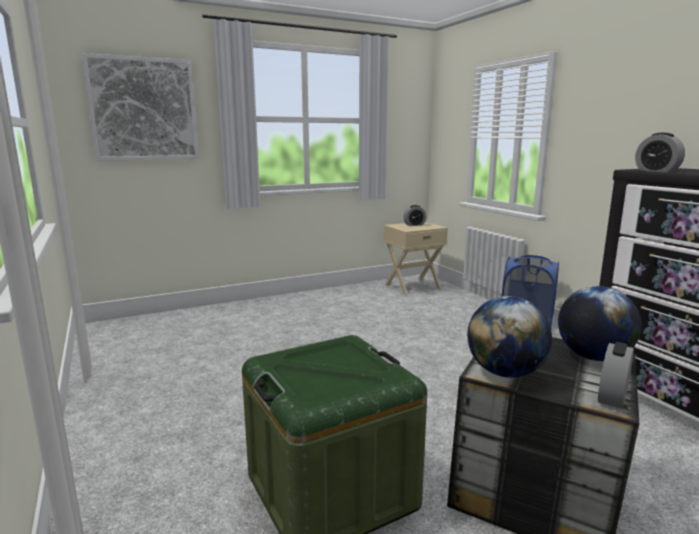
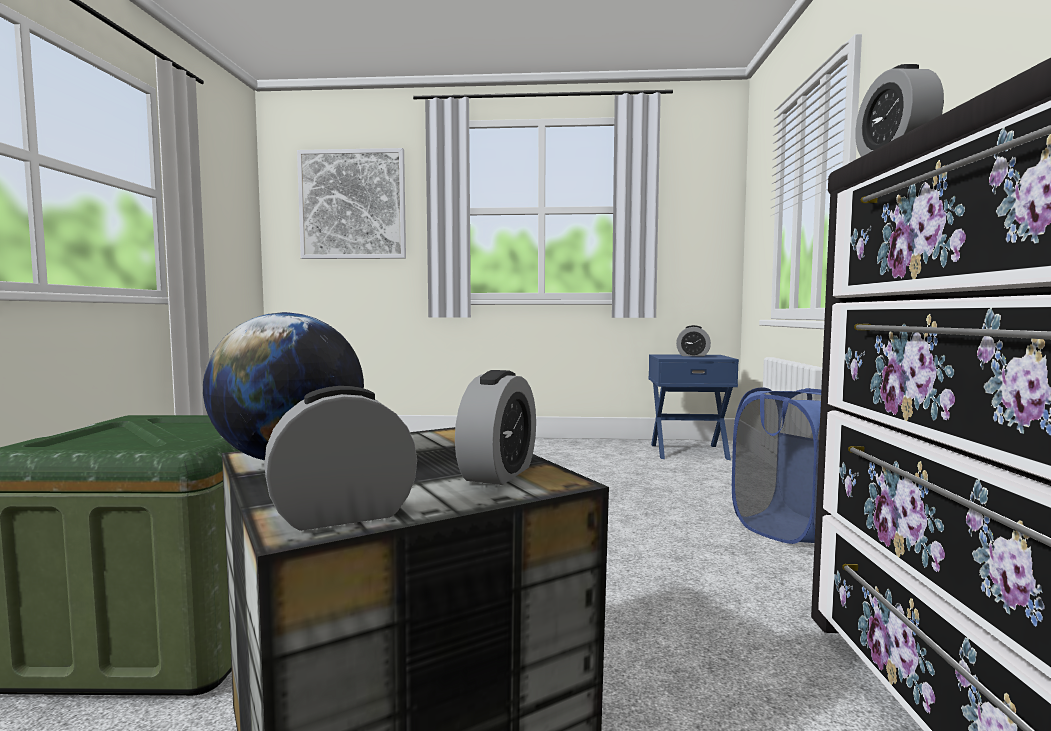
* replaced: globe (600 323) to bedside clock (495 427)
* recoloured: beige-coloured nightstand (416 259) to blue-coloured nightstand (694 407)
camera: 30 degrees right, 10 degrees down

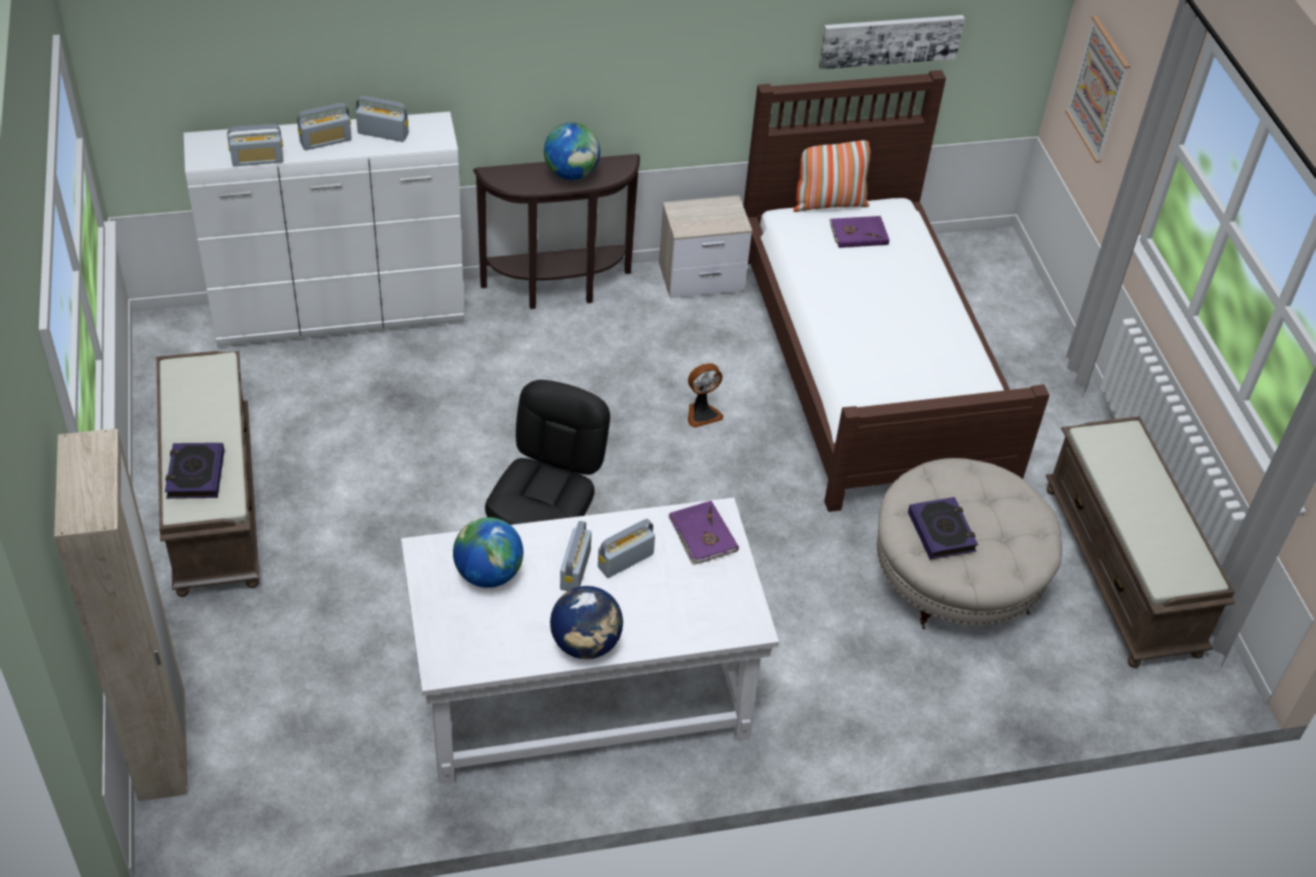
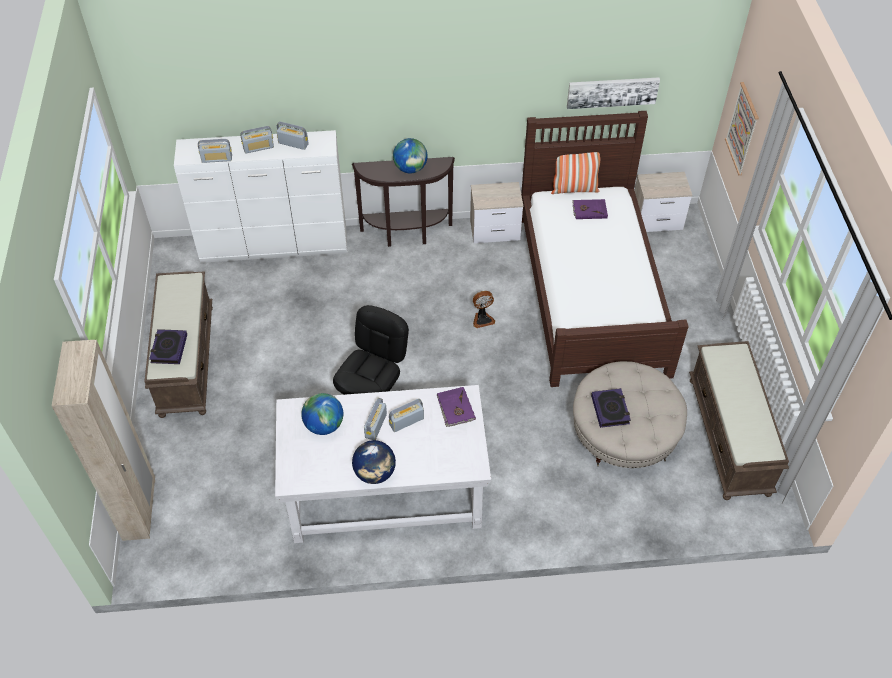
* added: nightstand (663 202)
camera: 10 degrees right, 5 degrees up

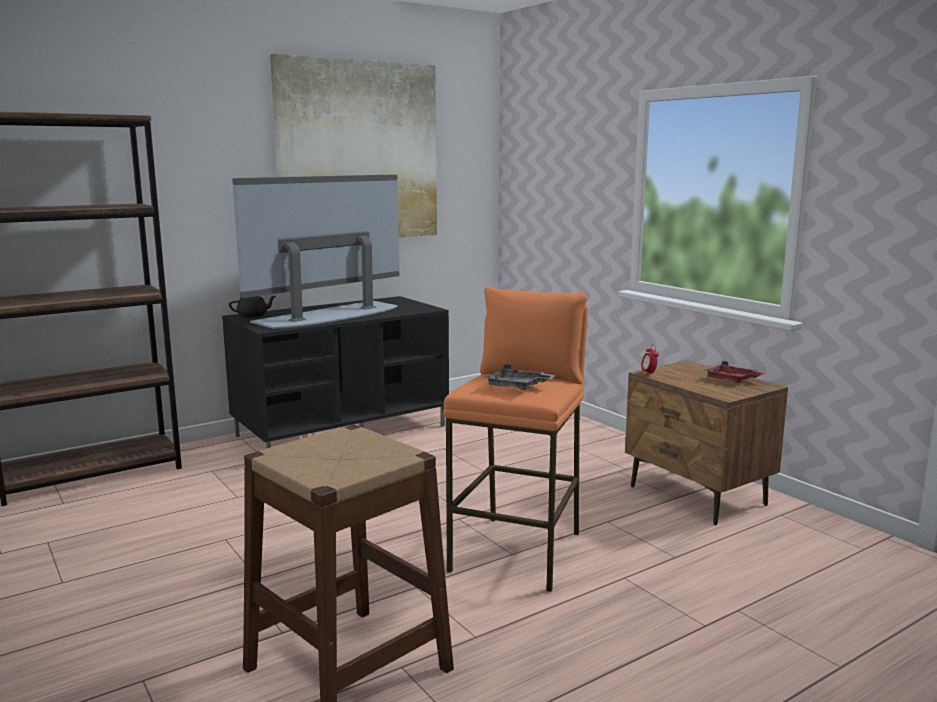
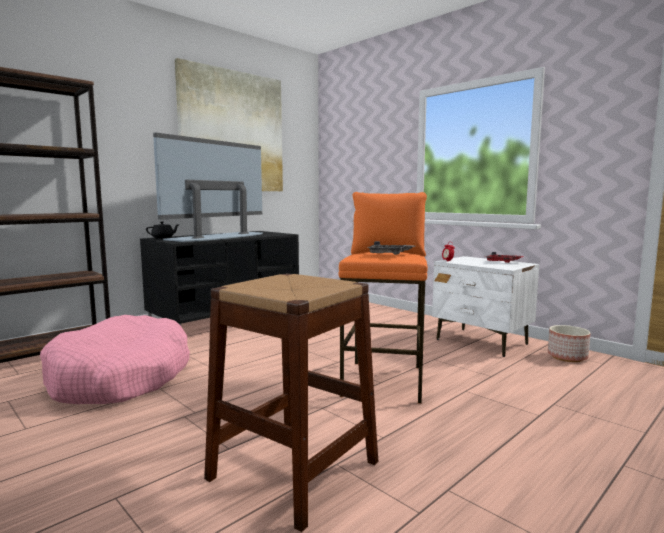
* added: pink pet bed (115 359)
* added: flower pot (569 343)
* recoloured: brown-coloured nightstand (706 443) to white-coloured nightstand (485 306)
camera: 10 degrees left, 5 degrees down

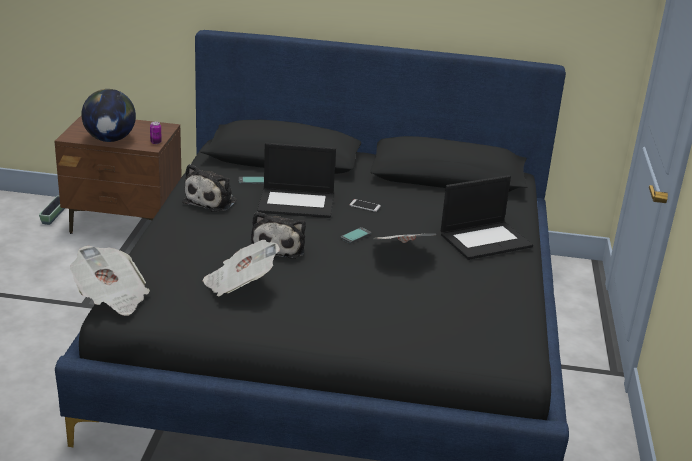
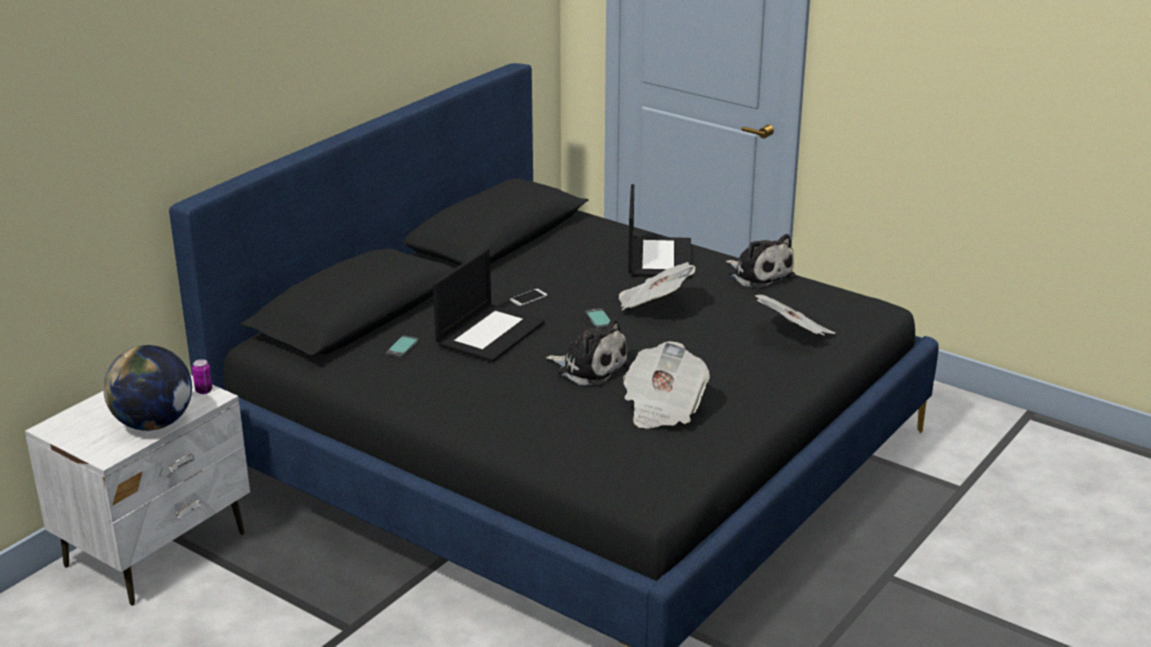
* removed: flower pot (52 210)
* moved: daily paper (110 280) to (795 315)
* moved: cuddly toy (209 188) to (760 261)
* recoloured: brown-coloured nightstand (118 175) to white-coloured nightstand (137 490)
camera: 60 degrees left, 0 degrees up

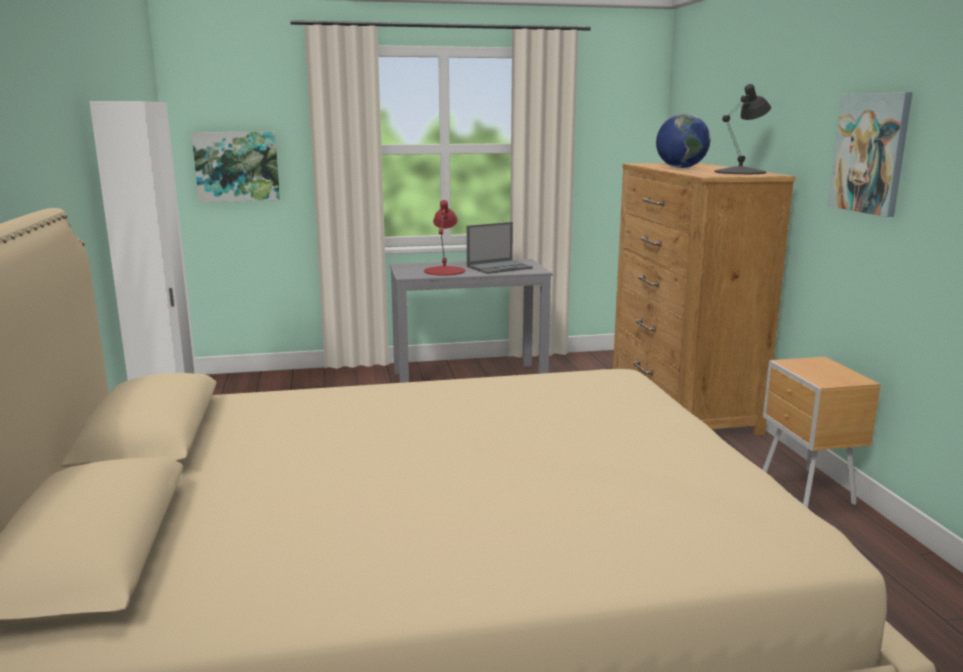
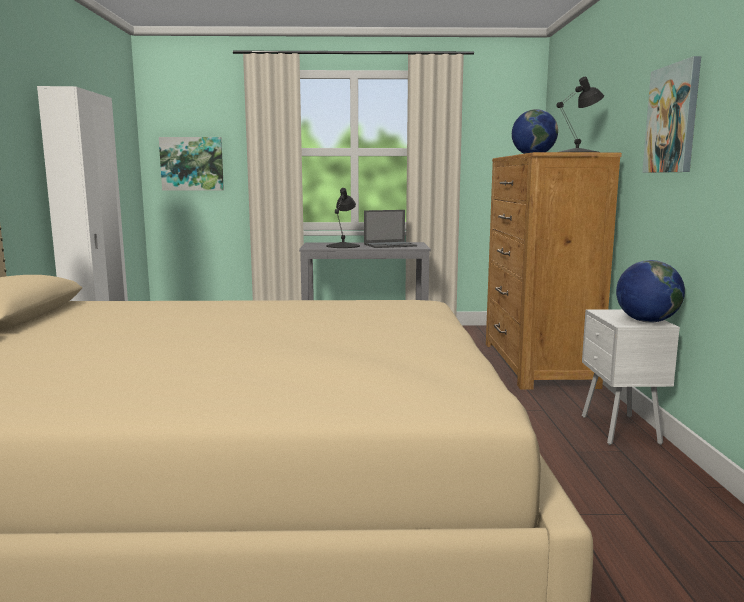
* added: globe (650 291)
* recoloured: red-coloured lamp for a table (444 238) to black lamp for a table (343 218)
* recoloured: brown-coloured nightstand (822 432) to white-coloured nightstand (631 377)
camera: 10 degrees right, 5 degrees down

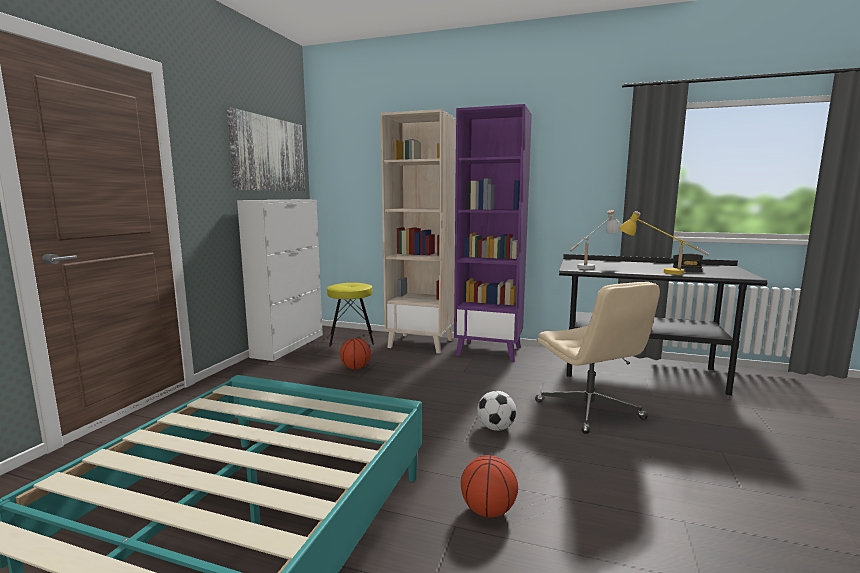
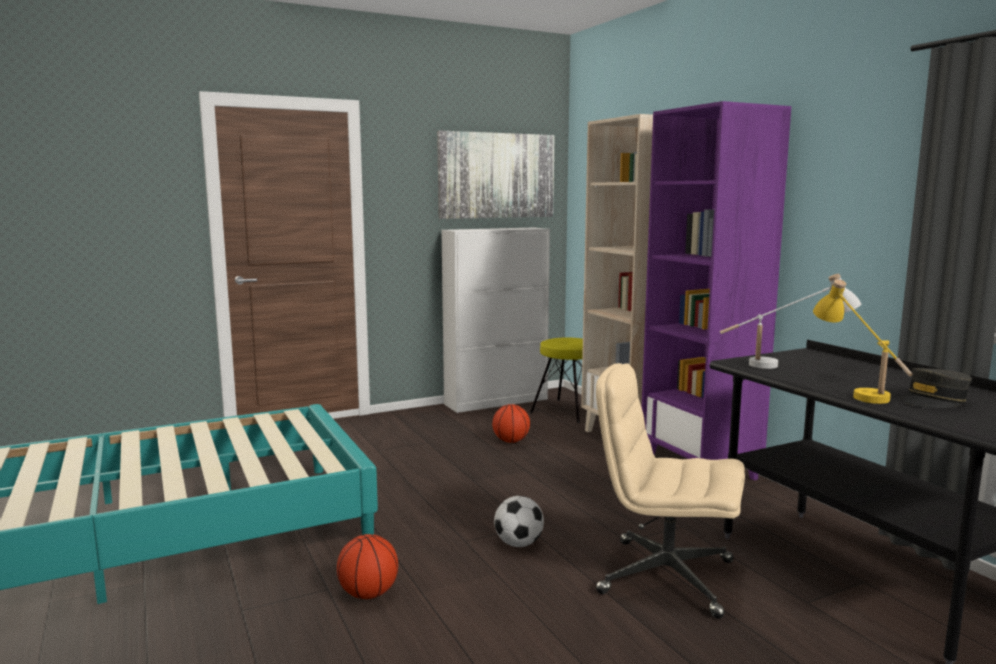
* turned: beige-coloured computer chair (597 358) = (670 491) 90 degrees clockwise
camera: 45 degrees right, 0 degrees up

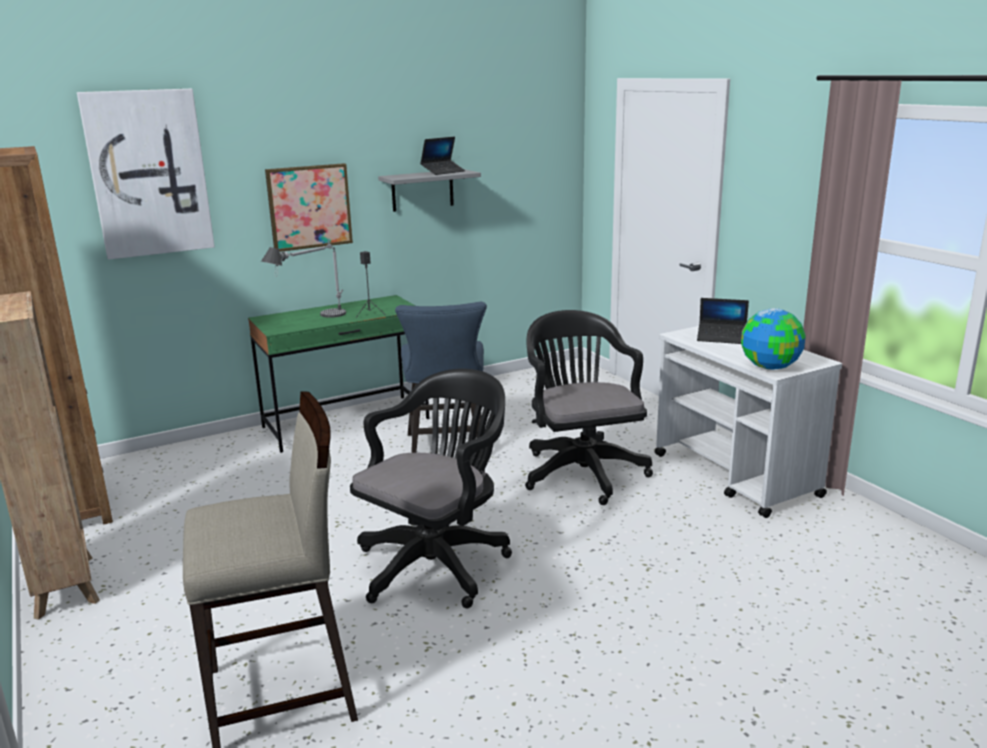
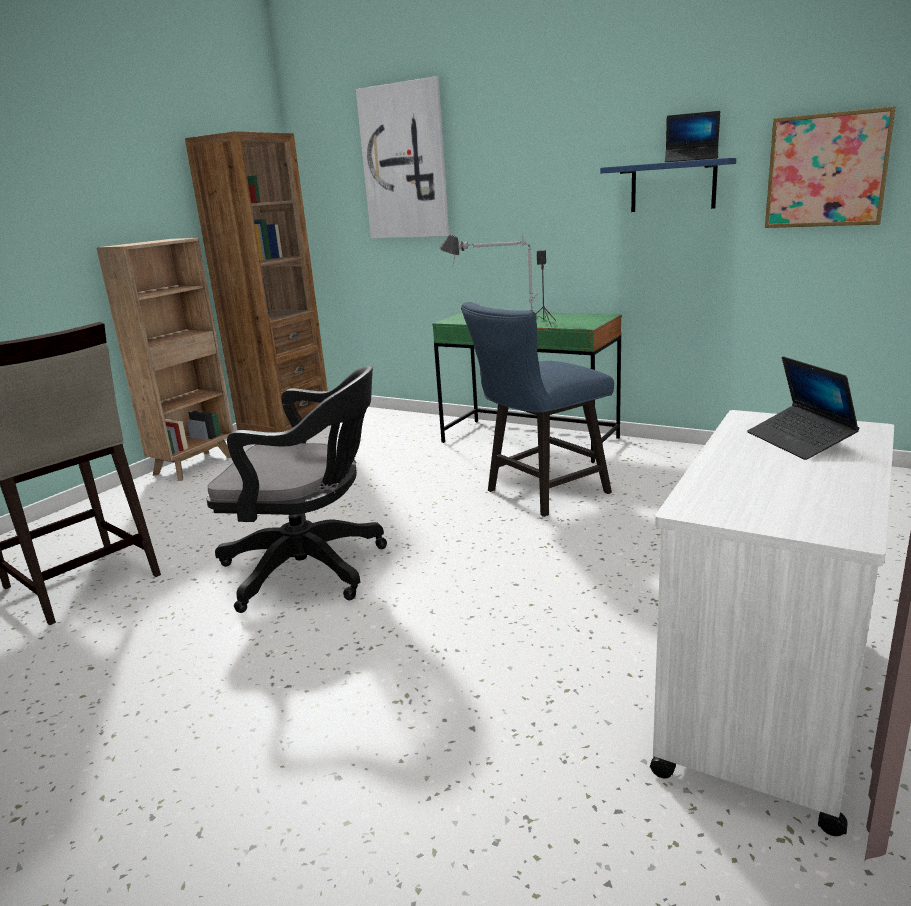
* removed: black computer chair (589 407)
* removed: globe (773 339)
* moved: picture (309 207) to (830 167)
* recoloured: grey bracket shelf (429 190) to blue-coloured bracket shelf (668 185)
camera: 60 degrees right, 0 degrees up

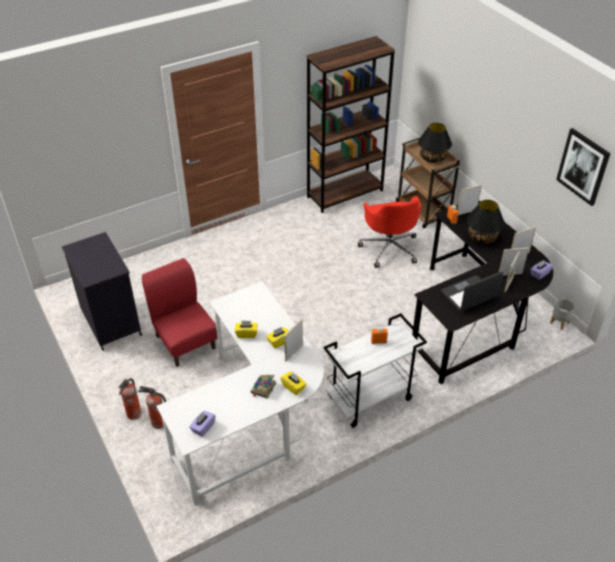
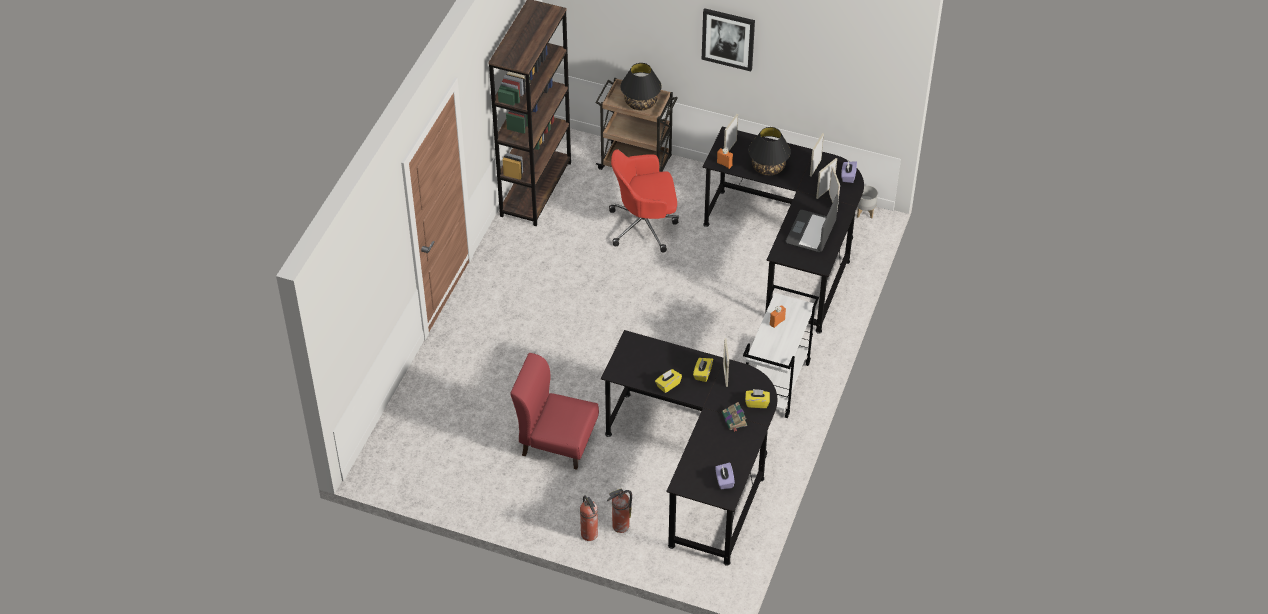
* removed: black cupboard (102 291)
* moved: picture (583 167) to (728 39)
* recoloured: white-coloured desk table (240 393) to black desk table (689 448)
* turned: red-coloured computer chair (389 232) = (644 200) 135 degrees clockwise
camera: 40 degrees left, 5 degrees up

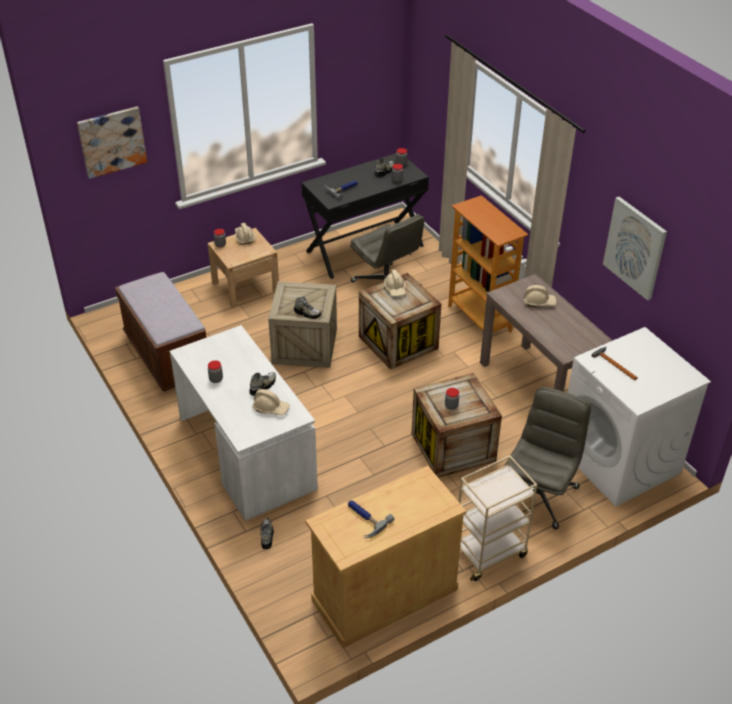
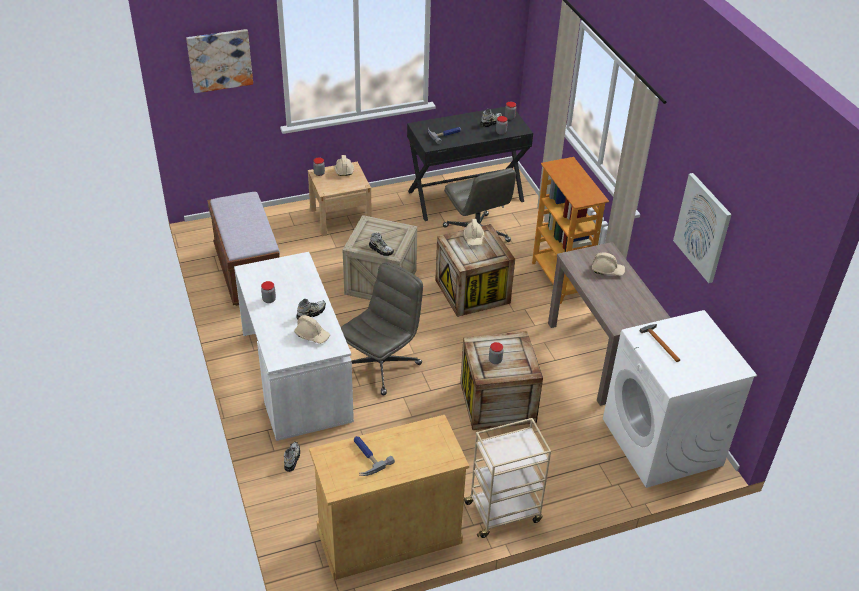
* moved: grey computer chair (547 458) to (382 328)
camera: 10 degrees right, 0 degrees up

